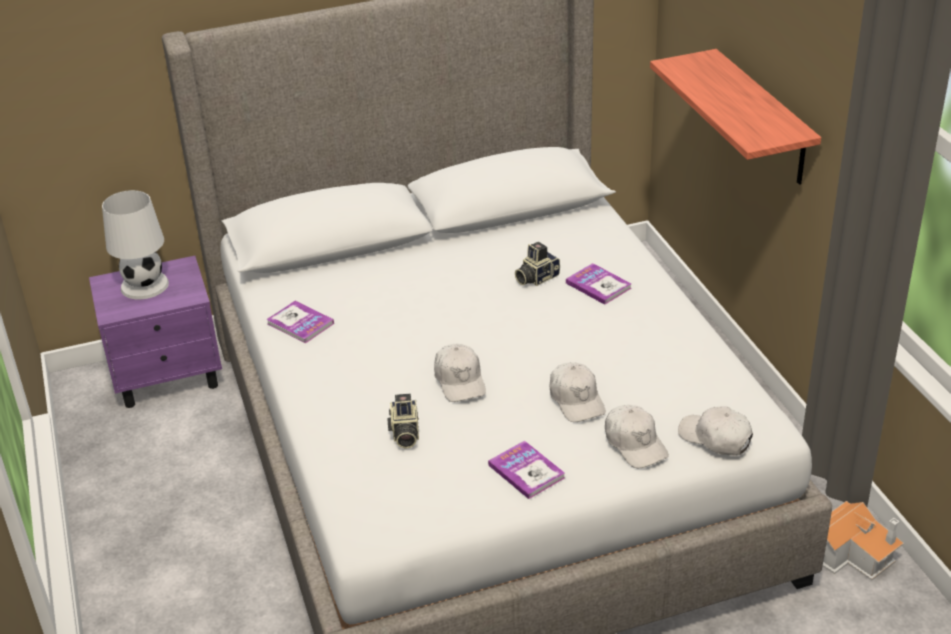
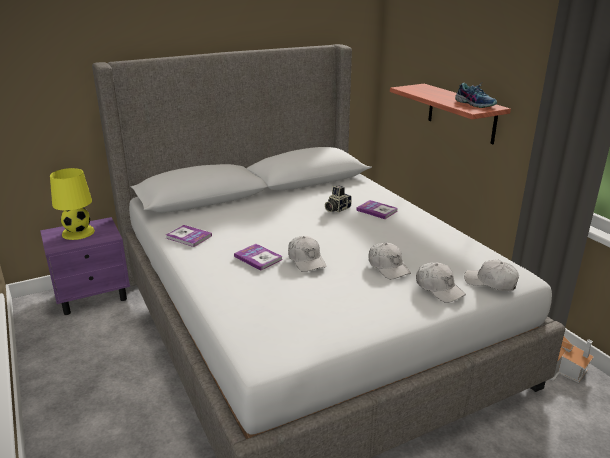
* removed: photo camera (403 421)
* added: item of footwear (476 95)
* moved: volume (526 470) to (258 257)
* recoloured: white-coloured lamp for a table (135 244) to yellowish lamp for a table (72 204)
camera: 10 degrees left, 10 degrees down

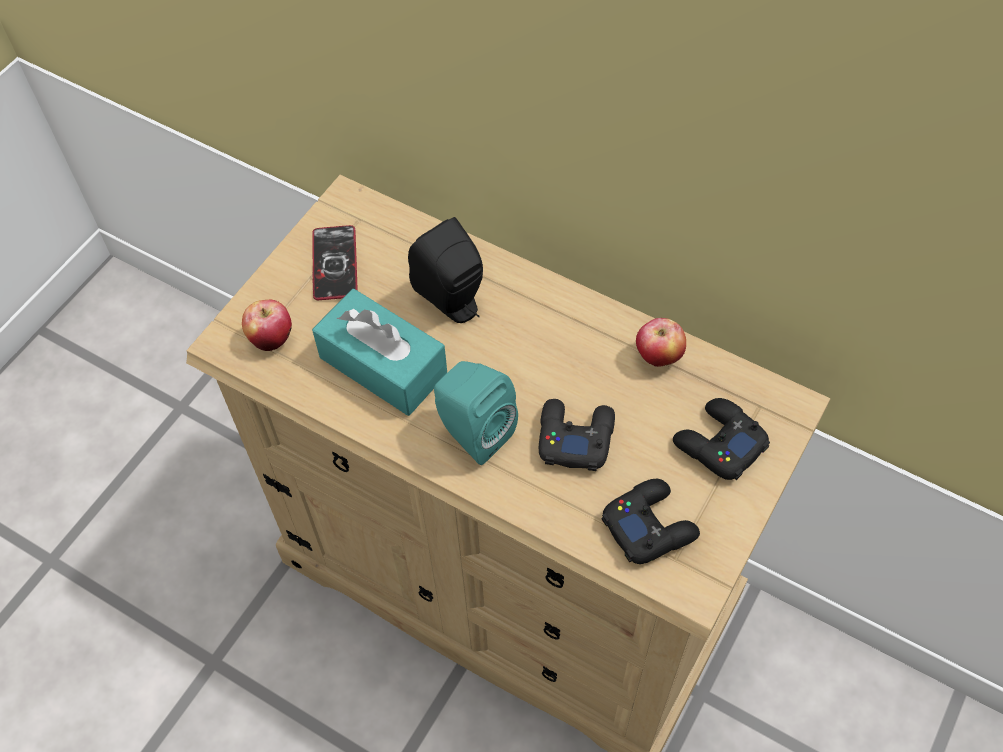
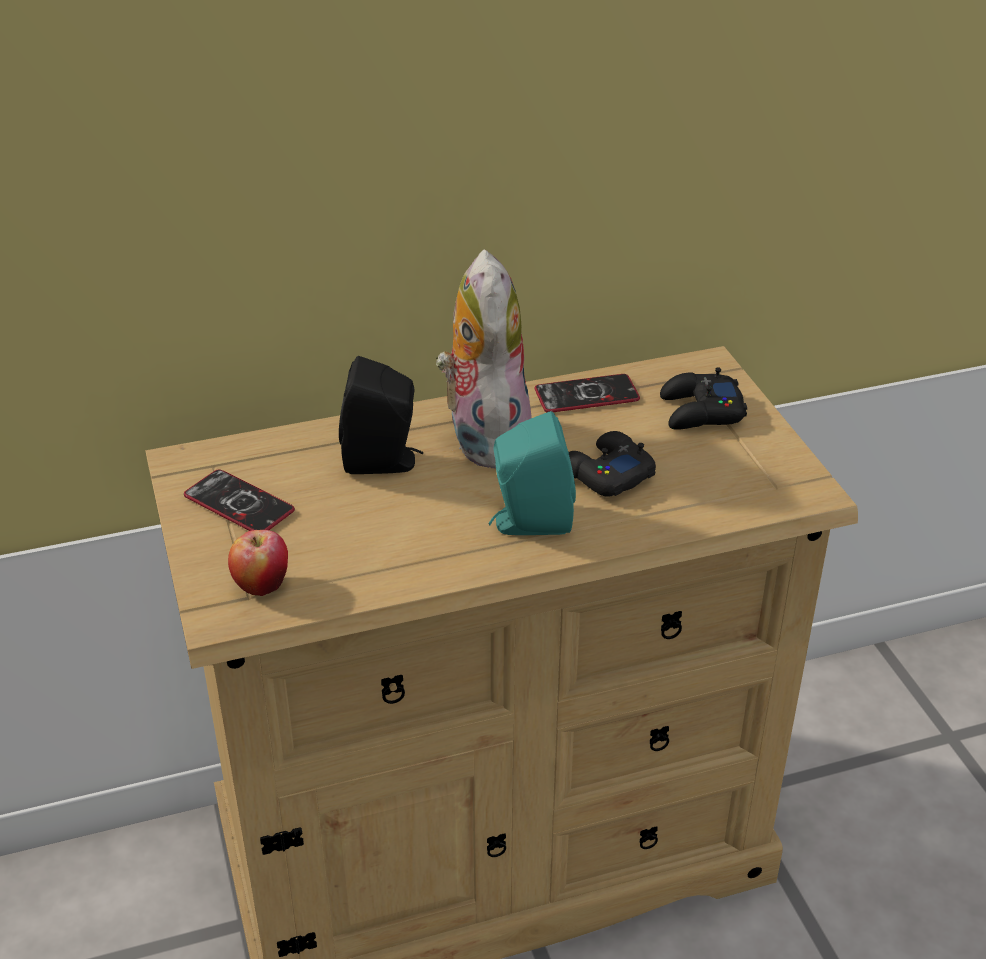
* removed: turquoise-coloured tissue box (379 352)
* removed: black joypad (651 521)
* added: cuddly toy (484 359)
* replaced: apple (661 342) to handset (587 393)
camera: 50 degrees left, 20 degrees down

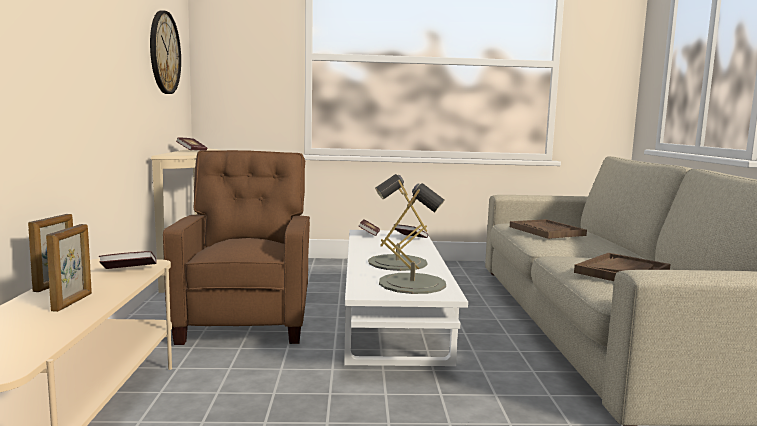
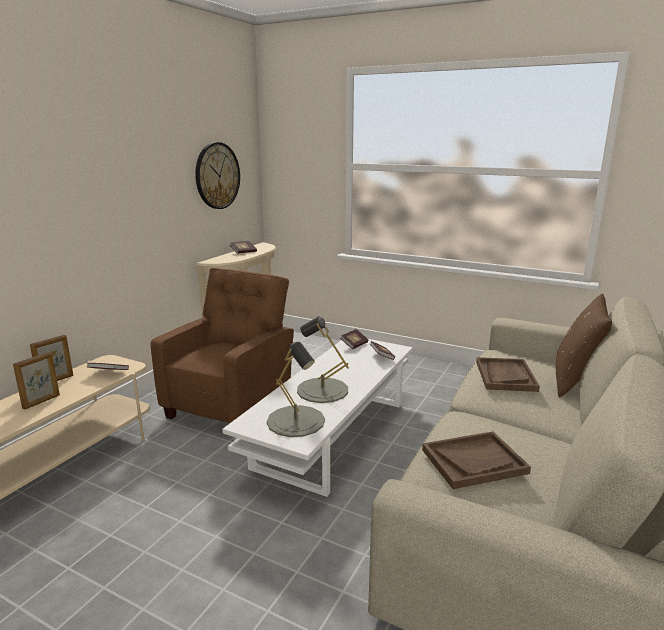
* added: brown-coloured pillow (584 346)
camera: 30 degrees right, 10 degrees up

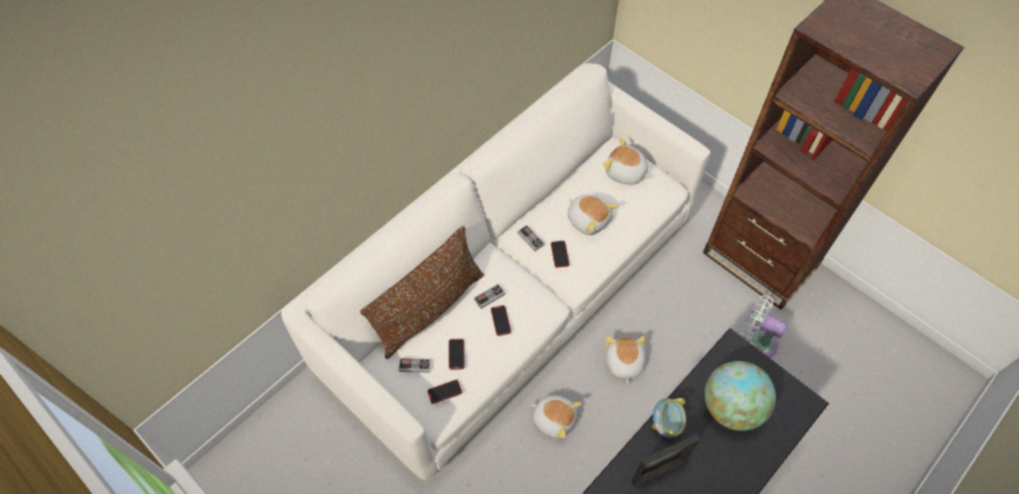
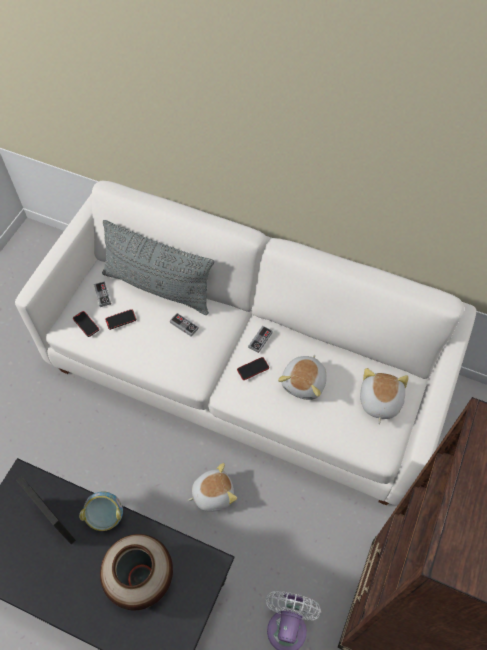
* removed: handset (501 320)
* removed: cuddly toy (556 416)
* replaced: globe (740 396) to decorative vase (136 572)
* recoloured: brown-coloured pillow (422 292) to grey pillow (158 267)
camera: 70 degrees right, 0 degrees up

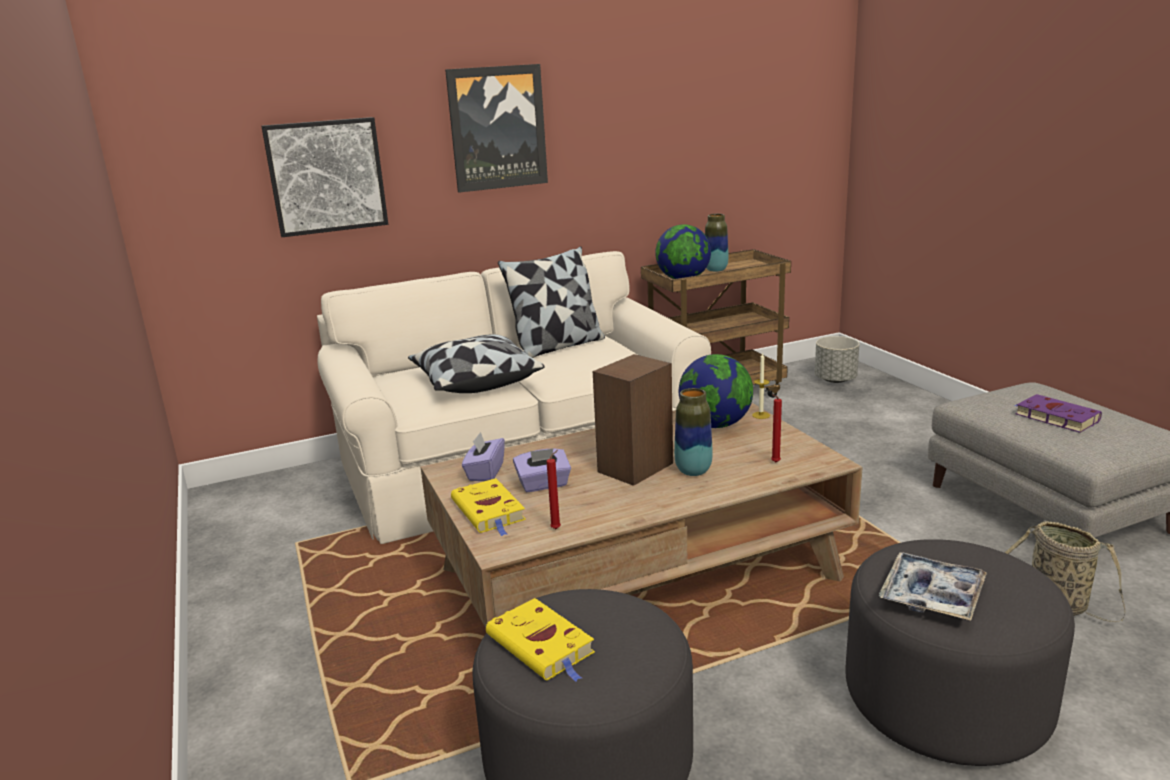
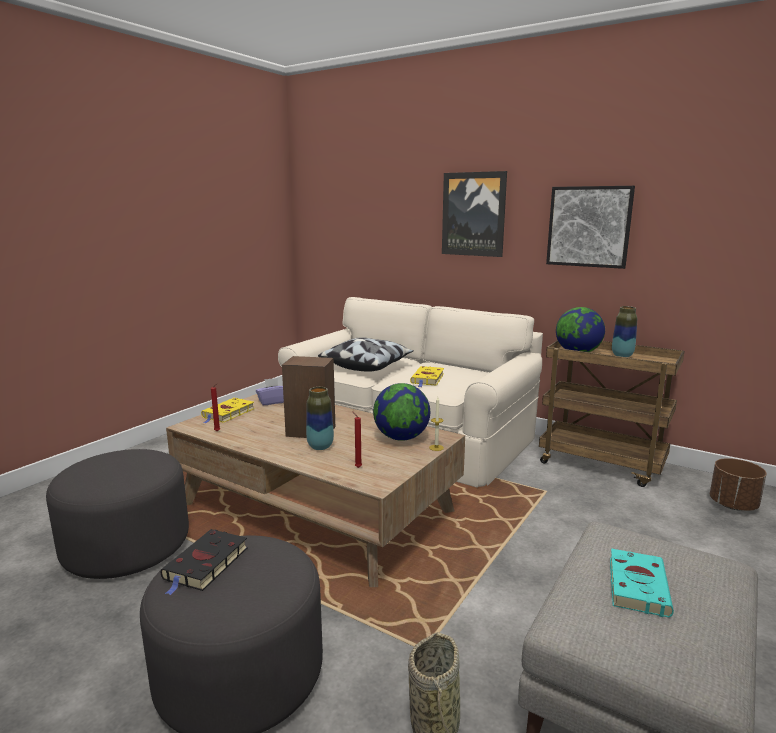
* removed: pillow (551 302)
* removed: purplish tissue box (542 470)
* moved: picture (324 177) to (590 227)
* moved: yellowish volume (540 640) to (427 376)
* replaced: tray (933 586) to black volume (204 562)
* recoloured: grey flower pot (837 359) to brown-coloured flower pot (738 484)
* recoloured: purplish volume (1058 413) to turquoise-coloured volume (642 582)
camera: 55 degrees right, 5 degrees down

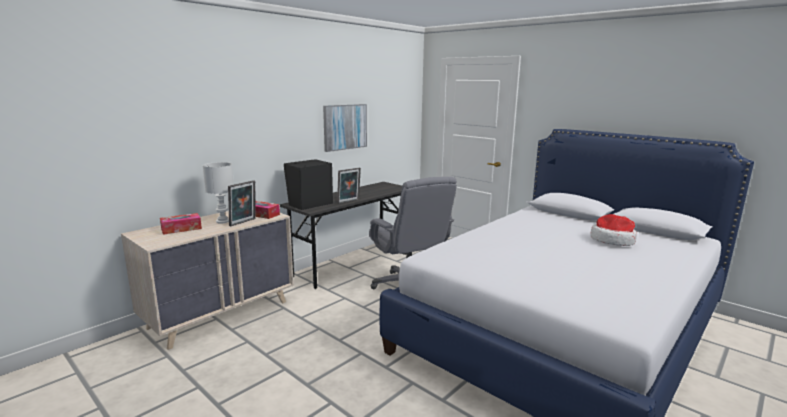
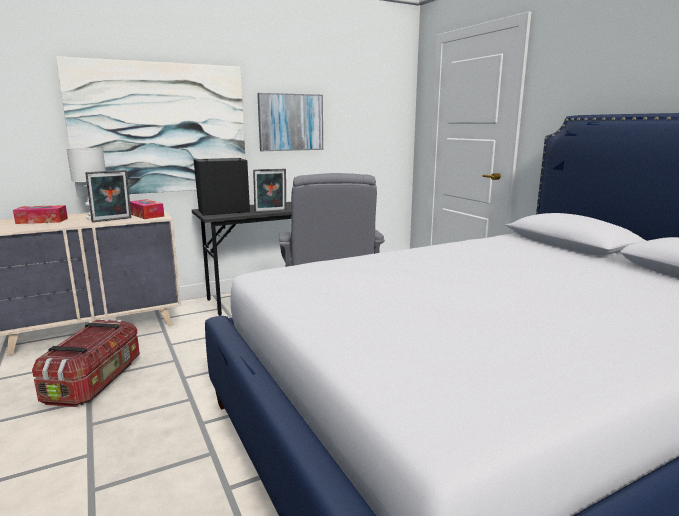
* removed: wearable hat (613 230)
* added: storage bin (86 363)
* added: picture (151 126)
camera: 20 degrees right, 0 degrees up

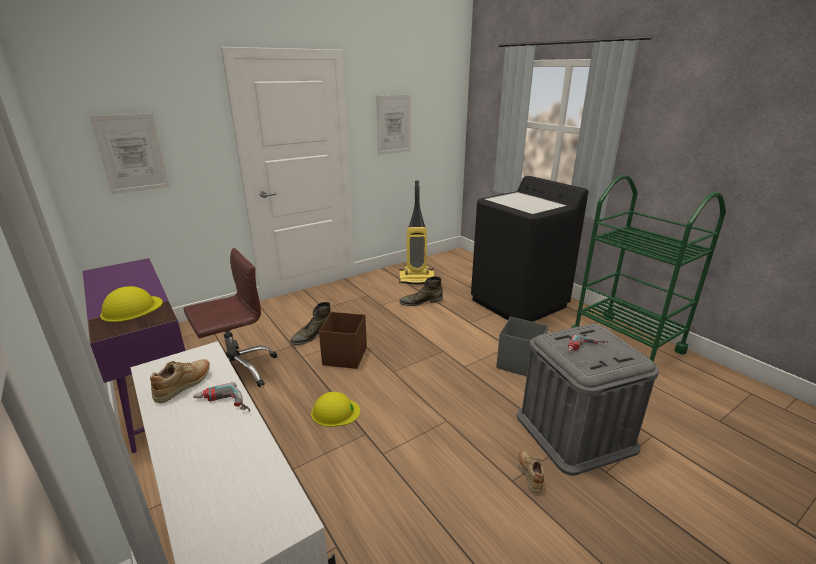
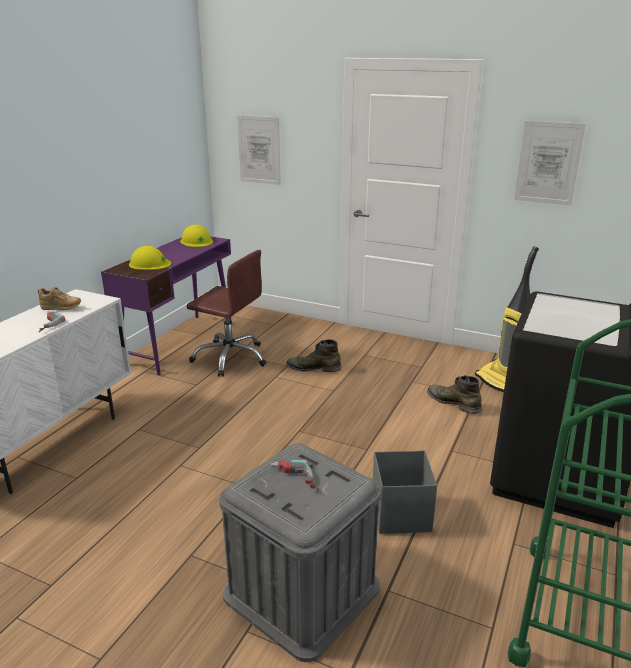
* removed: brown-coloured storage bin (343 340)
* removed: beige-coloured item of footwear (531 472)
* moved: yellowish work helmet (335 409) to (196 236)
camera: 60 degrees right, 0 degrees up

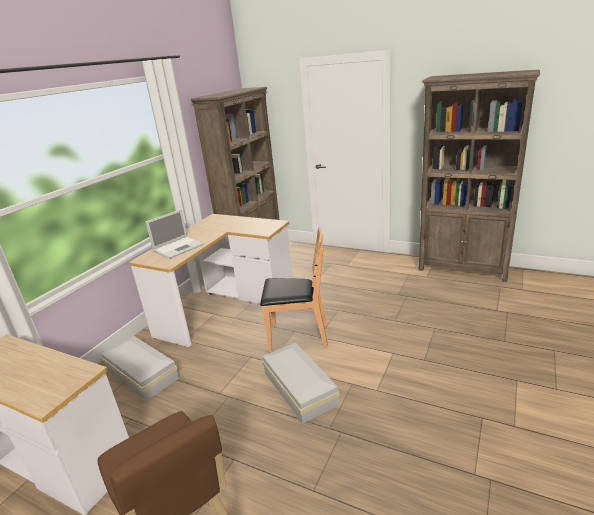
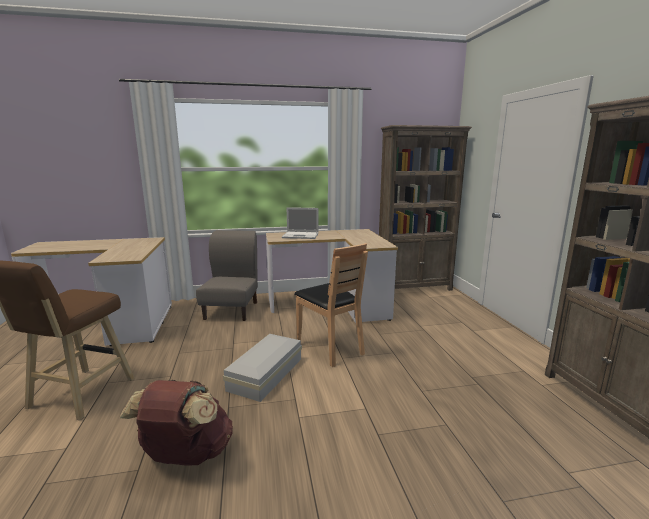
* added: brown-coloured knapsack (176 422)
* replaced: white-coloured storage bin (140 368) to grey plain chair (227 275)
camera: 50 degrees right, 10 degrees down

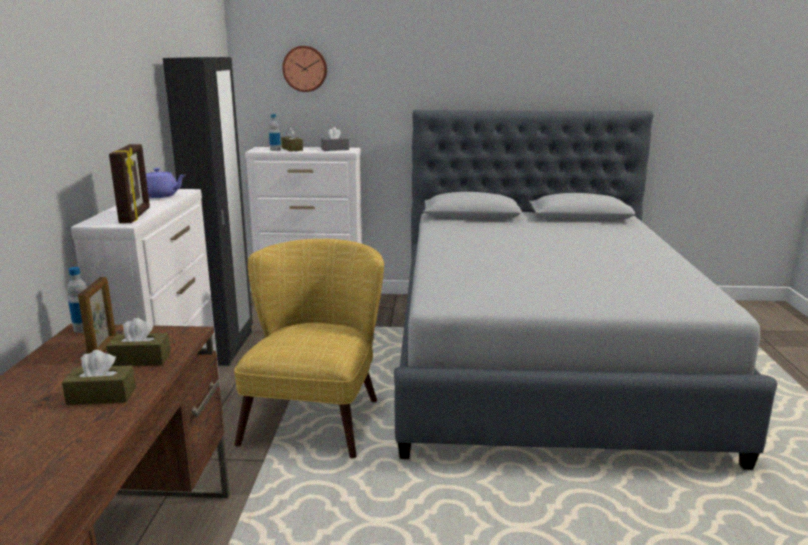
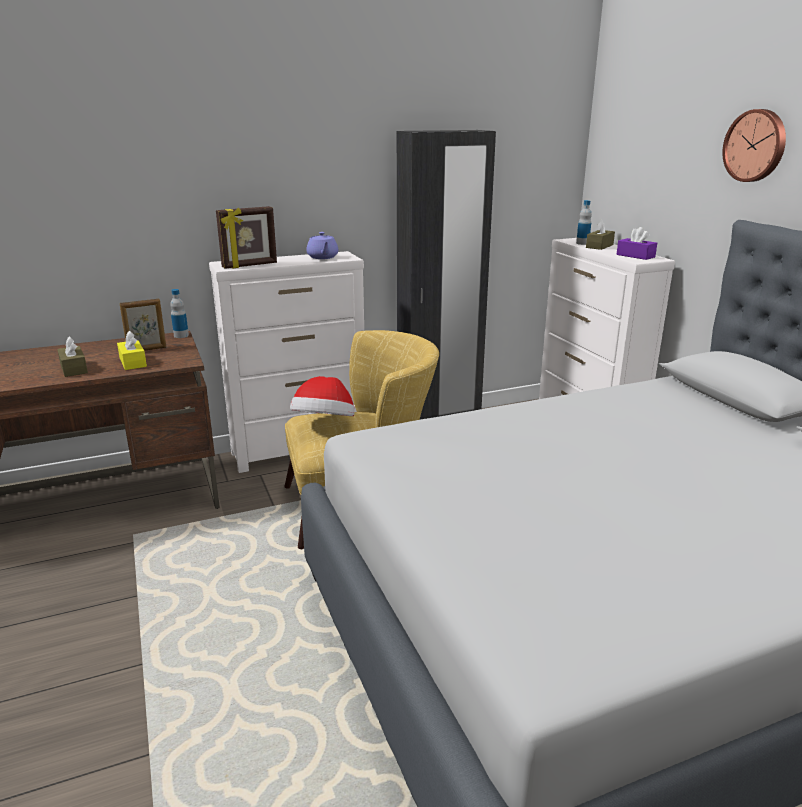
* added: wearable hat (322 396)
* moved: hanging clock (304 69) to (754 145)
* recoloured: brown-coloured tissue box (138 342) to yellowish tissue box (132 350)
* recoloured: grey tissue box (335 139) to purplish tissue box (636 243)
camera: 65 degrees right, 5 degrees up

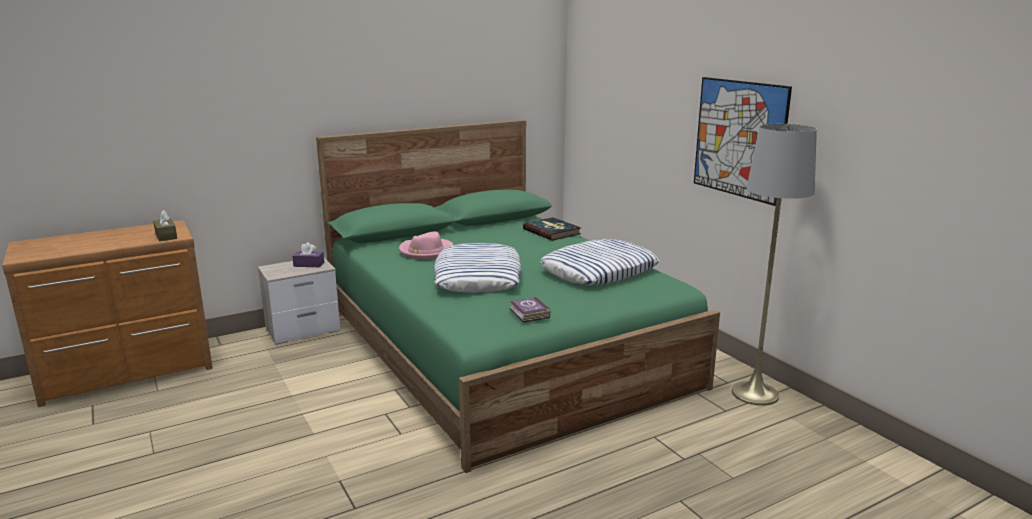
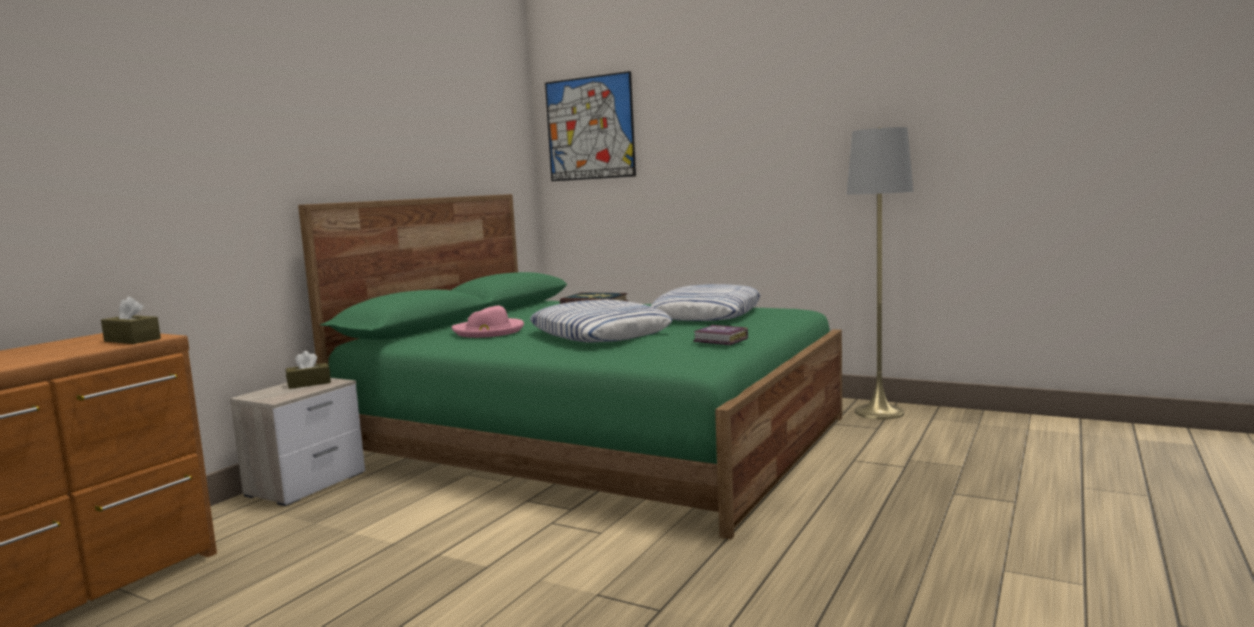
* moved: picture (743 141) to (590 126)
* recoloured: purplish tissue box (308 254) to brown-coloured tissue box (308 370)
camera: 30 degrees left, 10 degrees down

